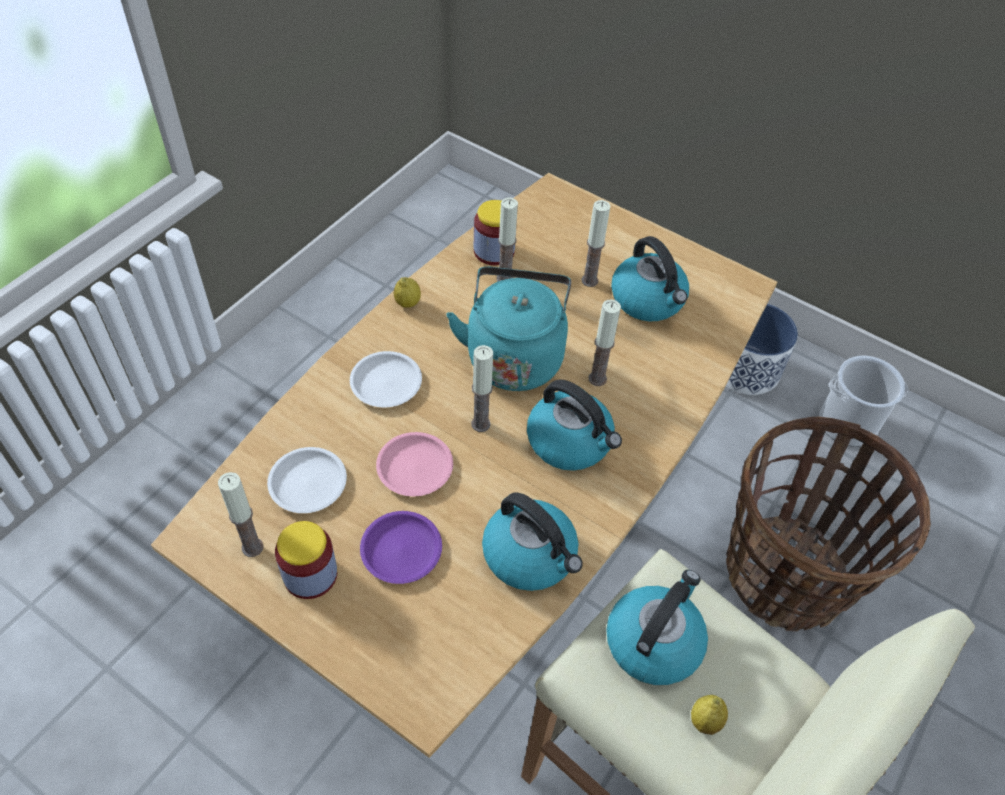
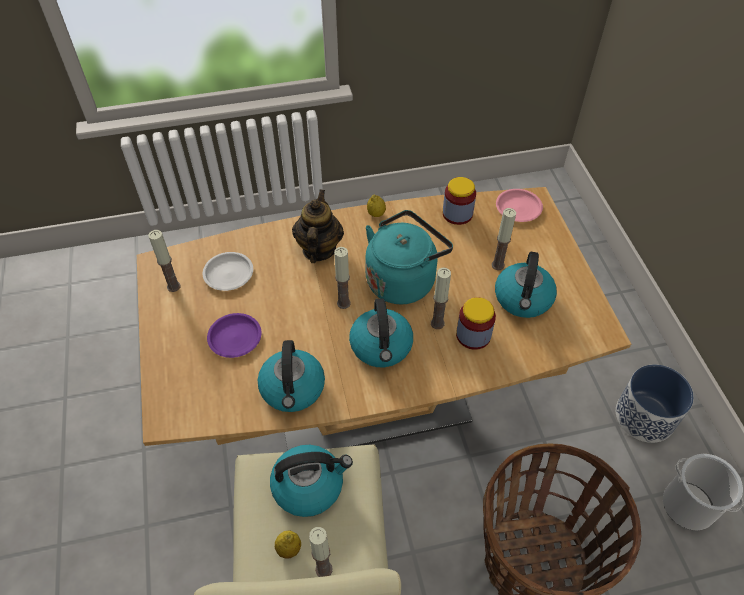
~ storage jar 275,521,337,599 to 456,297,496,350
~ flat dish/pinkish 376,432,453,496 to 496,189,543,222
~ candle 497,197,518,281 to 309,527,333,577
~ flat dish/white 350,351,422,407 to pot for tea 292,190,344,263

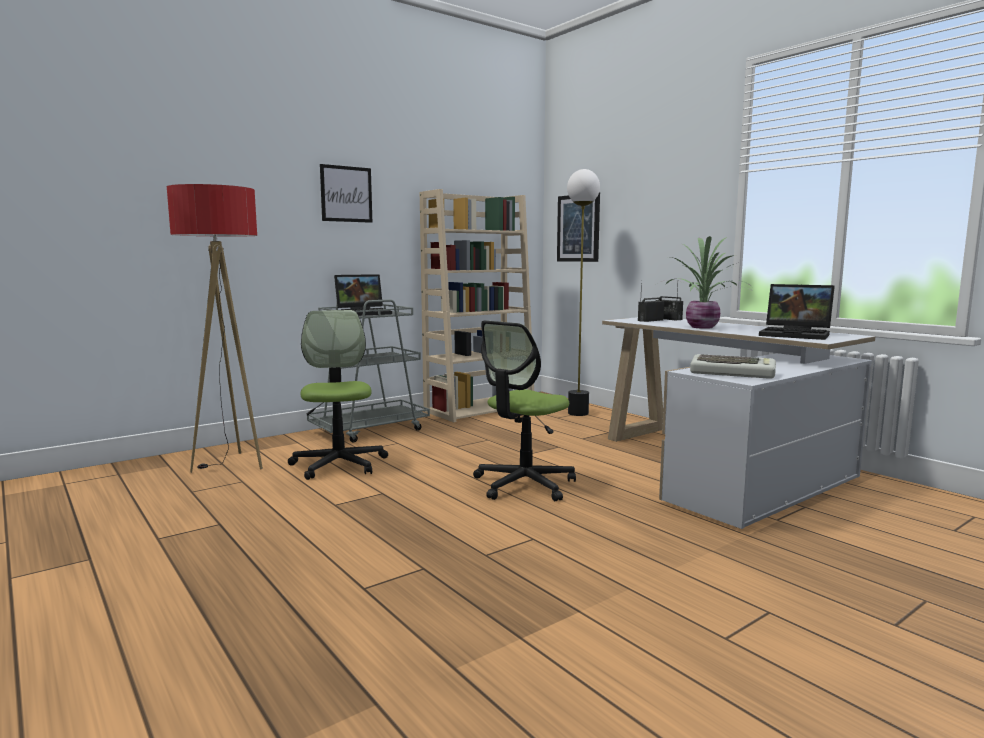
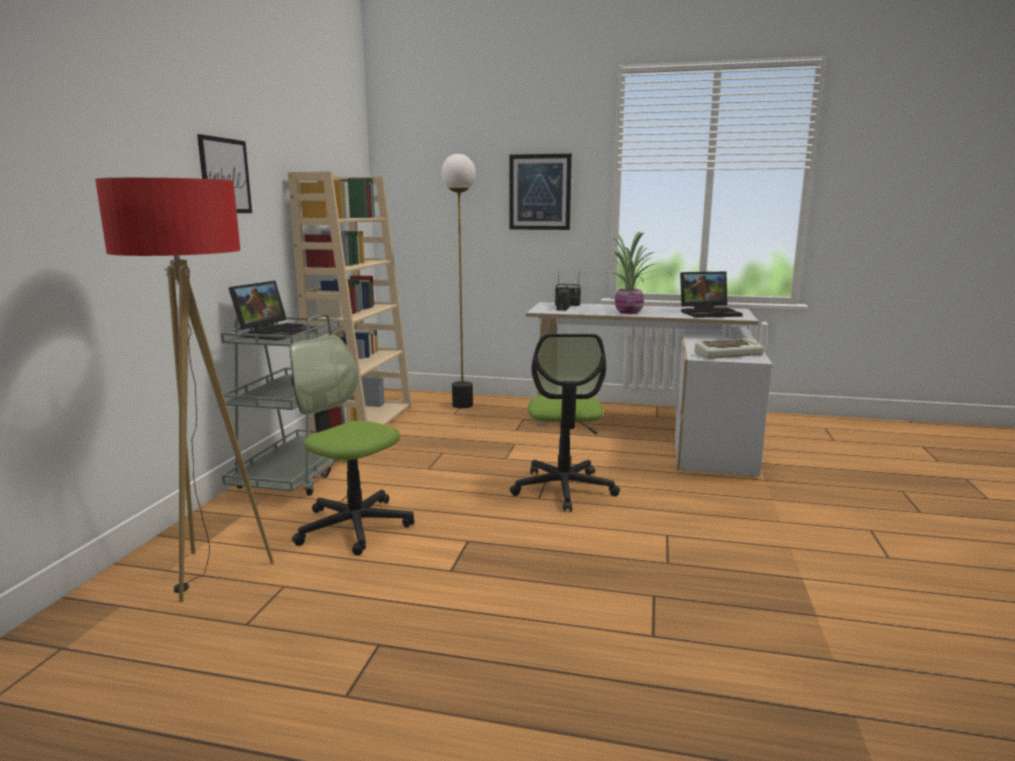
~ picture 557,192,600,262 to 509,154,572,230

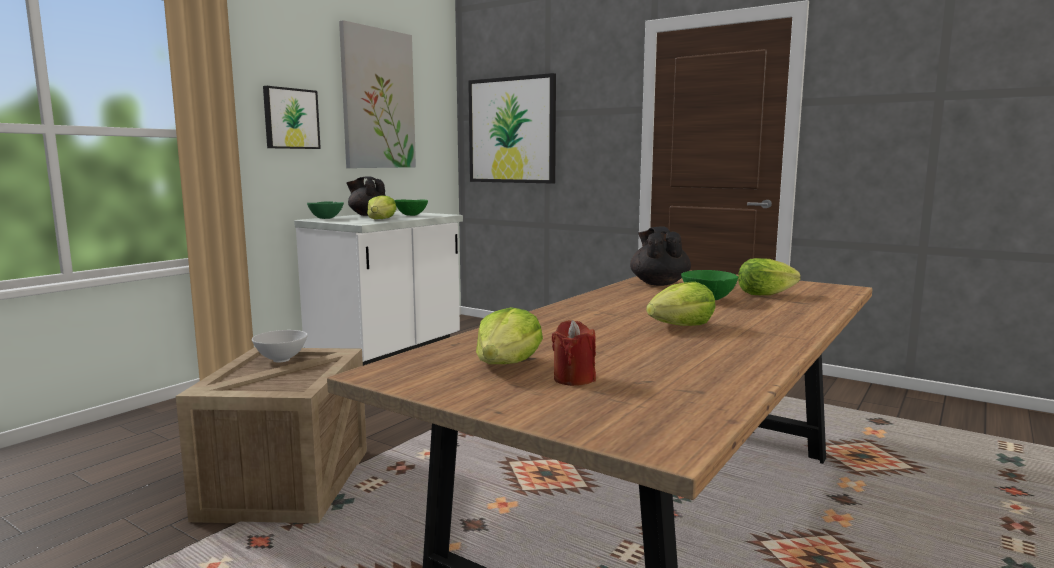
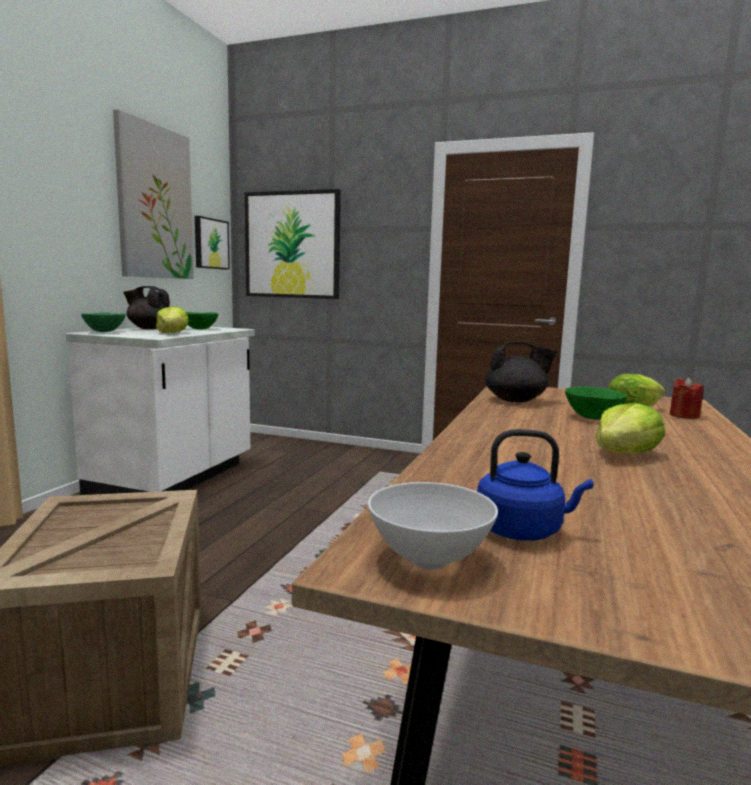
~ deep dish/white 252,330,308,362 to 368,482,498,569
~ picture 263,86,321,149 to 195,216,230,270
~ candle/red-coloured 552,320,596,386 to 670,377,704,419
~ lettuce 476,307,543,364 to tea kettle/blue 477,429,594,541
~ pot for tea/black 630,227,691,286 = 485,341,557,402 120 degrees clockwise

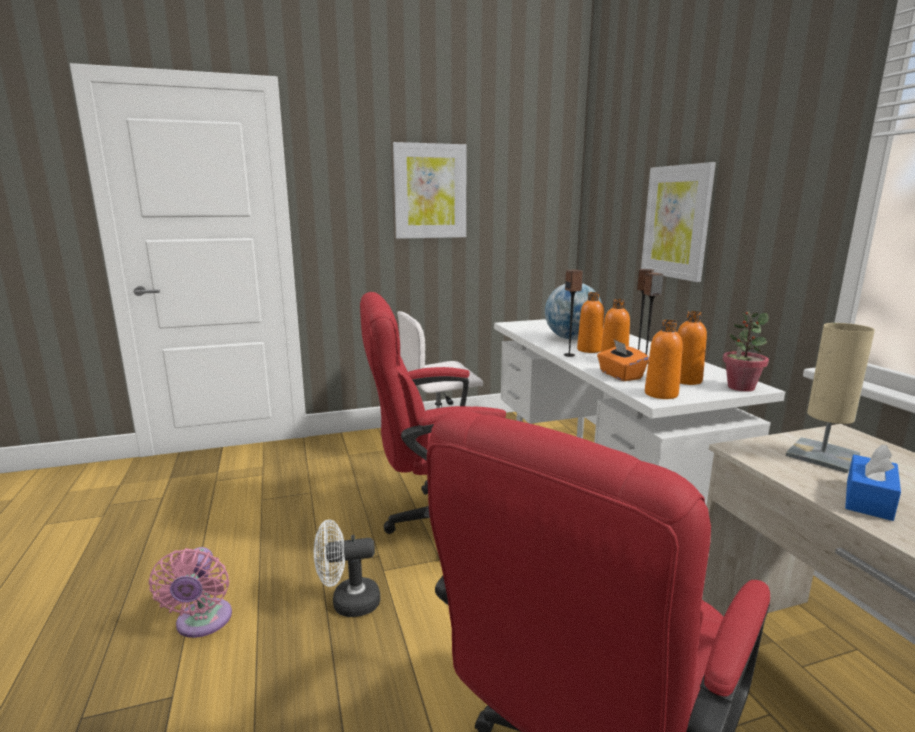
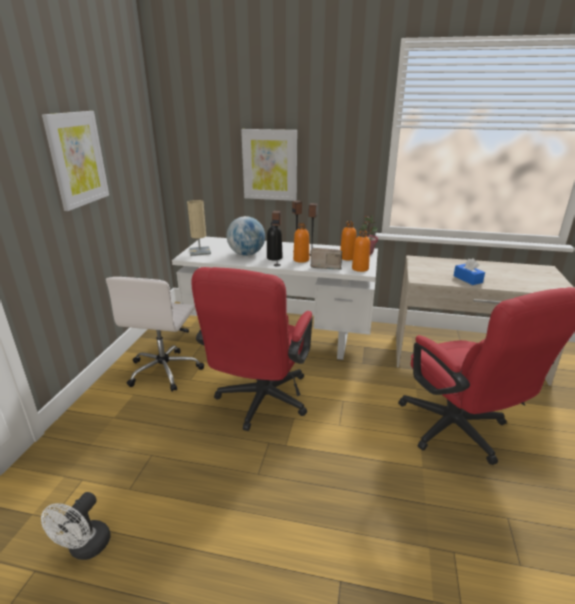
- cooling fan/pinkish 149,547,232,638
~ cooling fan/white 314,520,380,617 to 41,492,111,560
~ table lamp/beige-coloured 785,323,875,473 to 187,200,211,256
~ tissue box/orange-coloured 597,340,649,381 to radio set 310,248,342,270
~ bottle/orange-coloured 577,292,604,353 to bottle/black 267,222,283,261

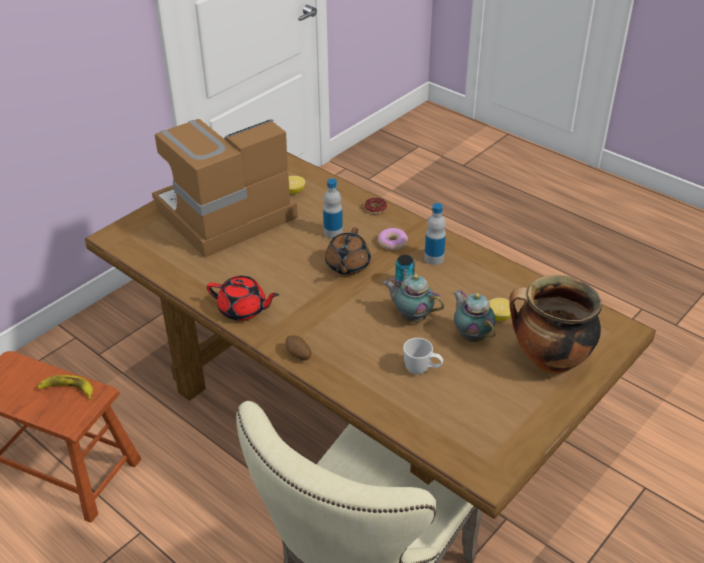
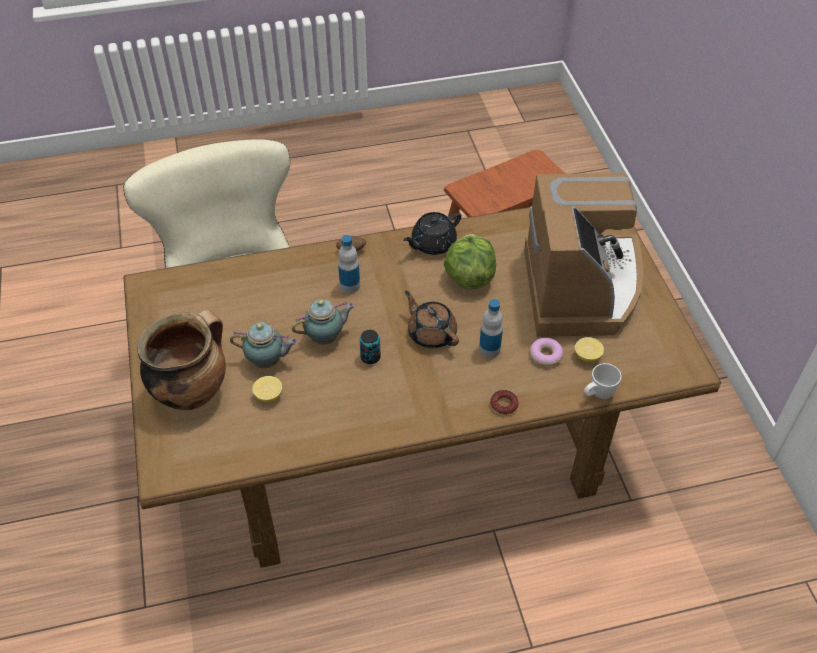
- banana 37,375,93,400
+ lettuce 444,234,496,289
~ ring doughnut 378,228,408,250 to 530,338,563,366
~ coffee mug/white 403,338,443,375 to 584,363,622,399
~ bottle 424,203,446,265 to 338,235,360,294
~ pot for tea/red-coloured 207,276,279,321 to pot for tea/black 403,212,461,255

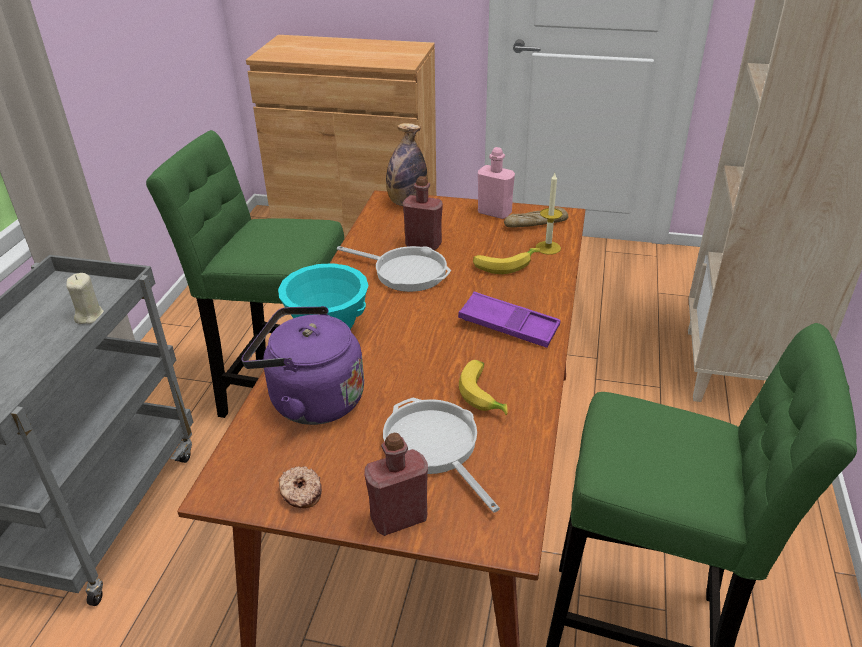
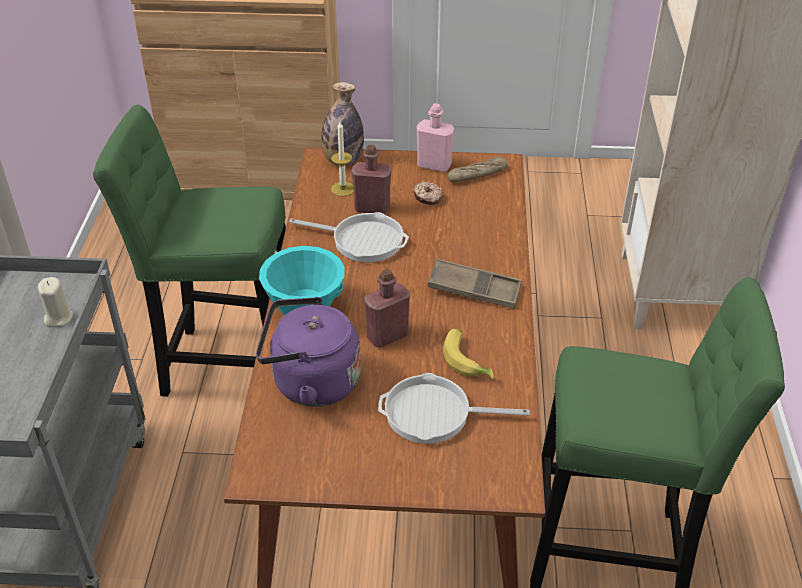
- banana 473,248,540,274
~ ring doughnut 279,466,322,508 to 413,182,443,205
~ bottle/red-coloured 364,433,428,536 to 364,269,410,348
~ candle 536,173,562,255 to 331,122,354,196
~ serving tray/purple 458,291,561,348 to serving tray/brownish 428,259,522,309
~ pan 383,398,500,512 = 378,373,530,444 45 degrees counterclockwise

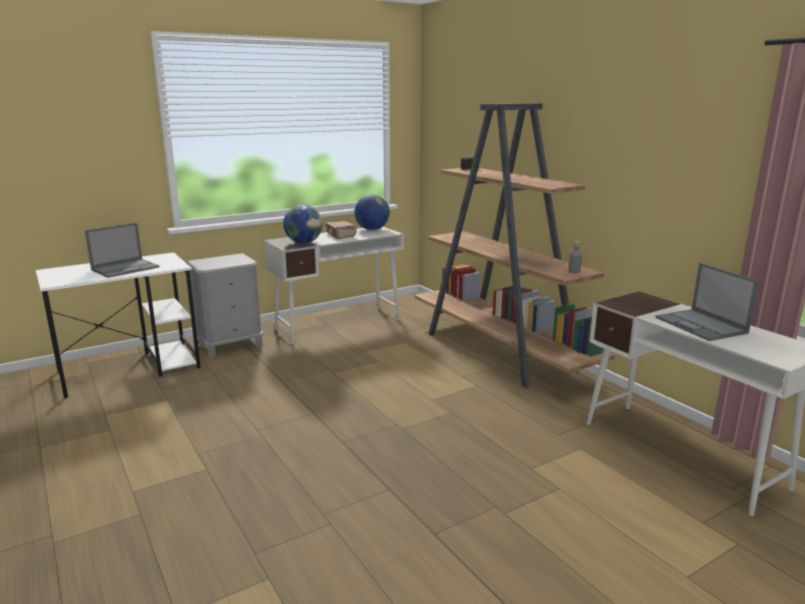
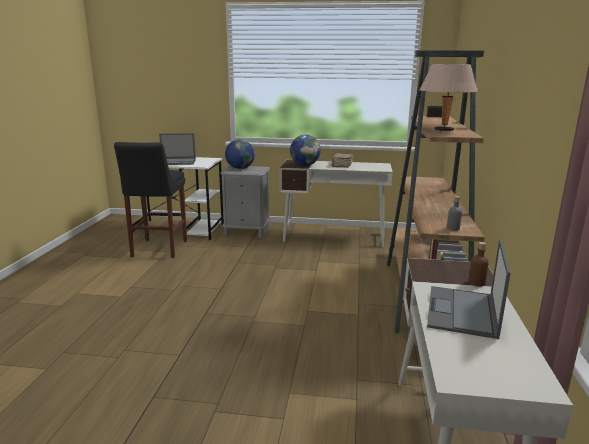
+ stool seat/black 114,142,187,258
+ table lamp/beige-coloured 419,64,478,131
+ bottle/brownish 468,242,489,287
~ desk globe 354,194,390,230 to 225,139,255,169

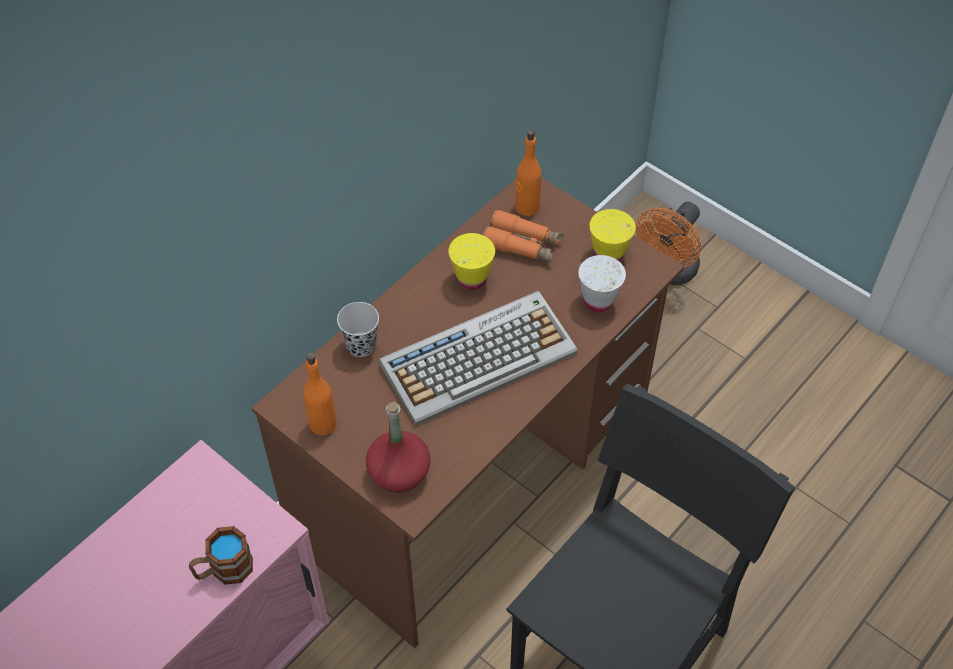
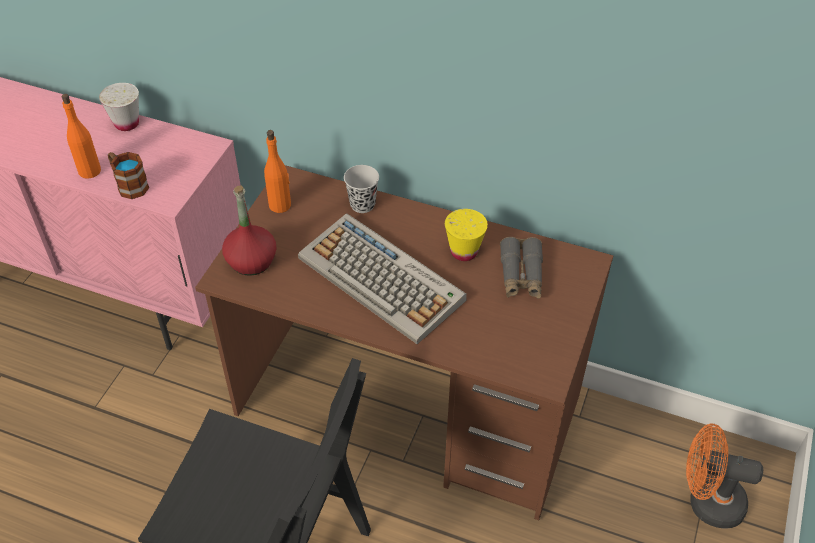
- cup/yellow 589,209,636,262
~ bottle/orange-coloured 515,130,541,216 to 62,94,101,179
~ cup/white 578,255,626,312 to 99,83,139,131
~ field glasses/orange-coloured 483,209,563,262 to field glasses/greyish 500,237,543,298

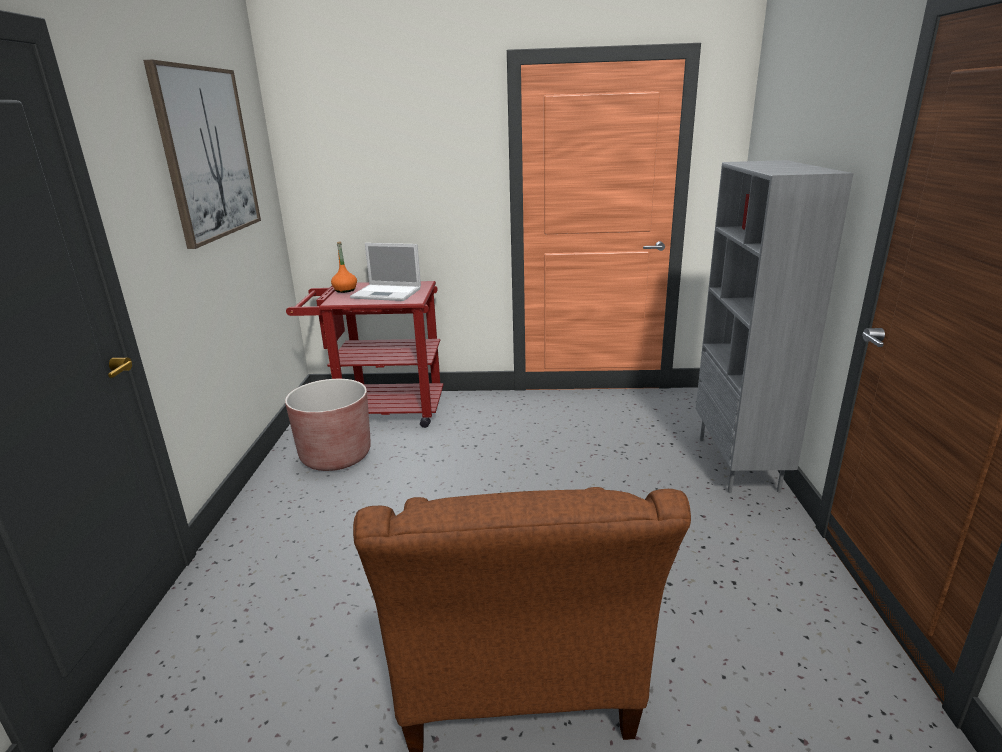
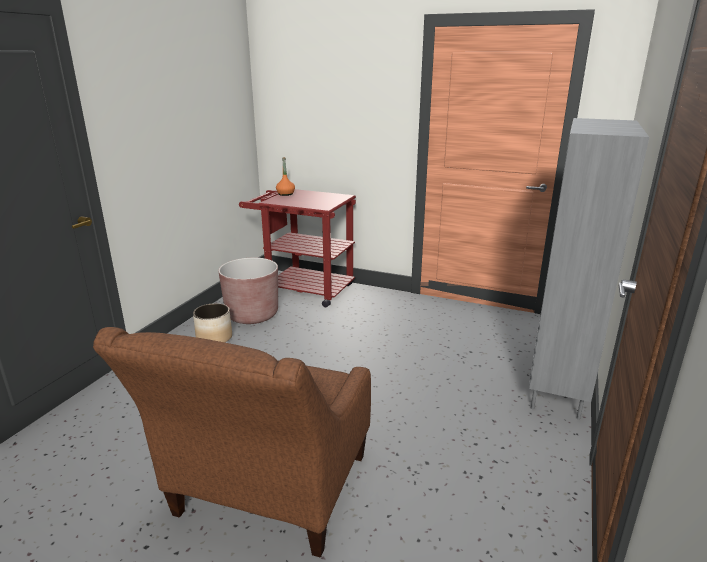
- picture 143,60,261,249
- notebook computer 350,243,421,301
+ plant pot 193,303,232,342

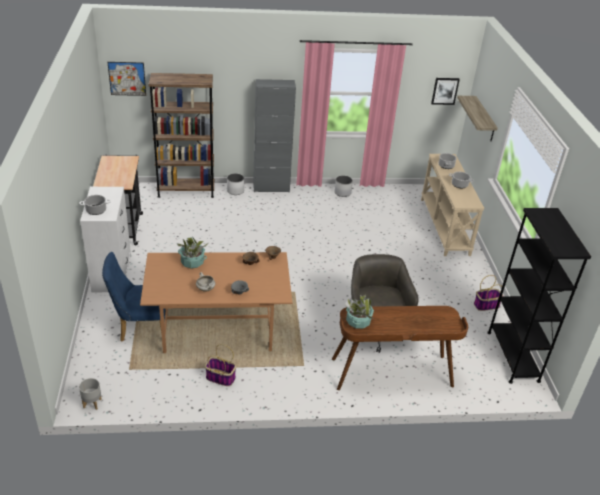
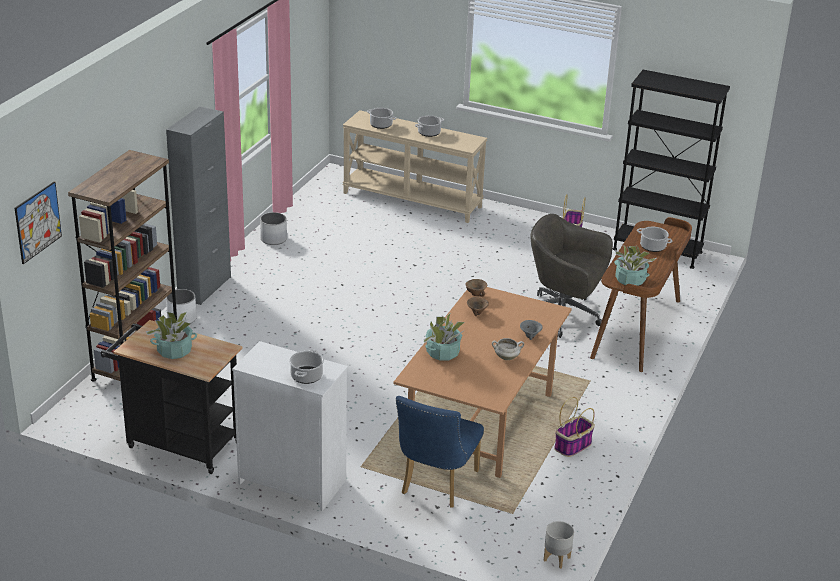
- picture 431,78,460,105
- wall shelf 457,96,498,141
+ houseplant 146,312,197,359
+ cooking pot 637,227,672,252

